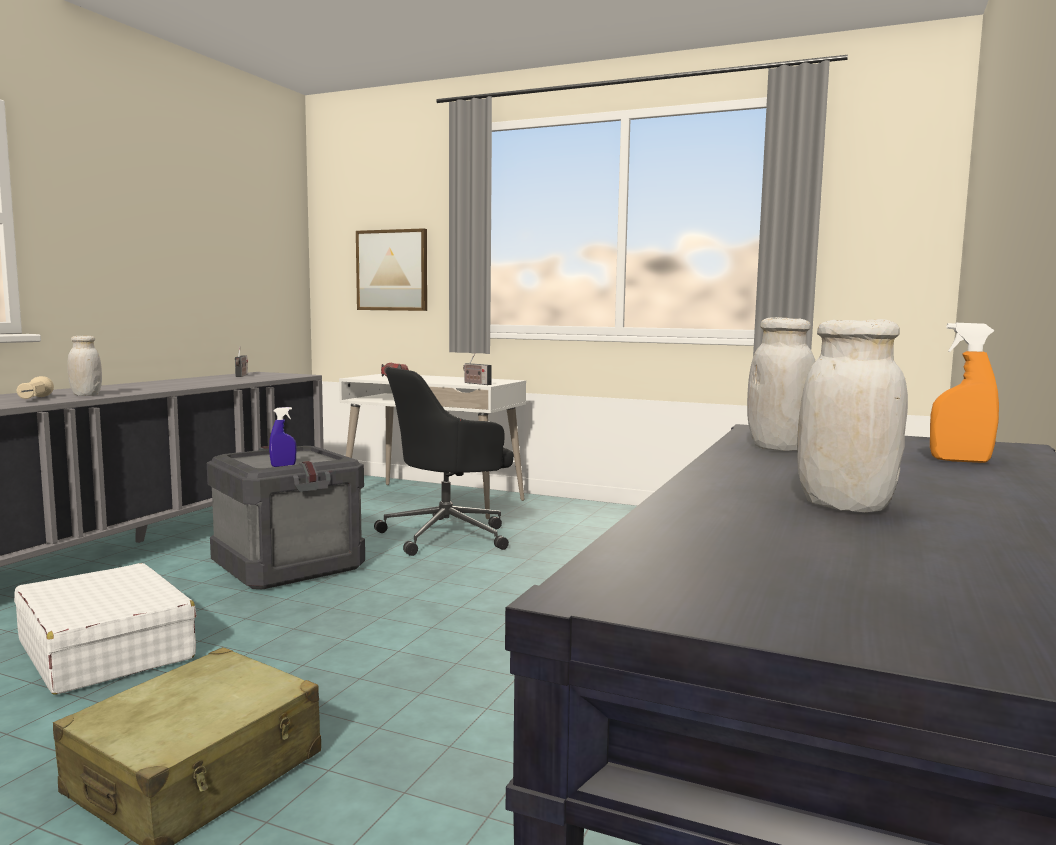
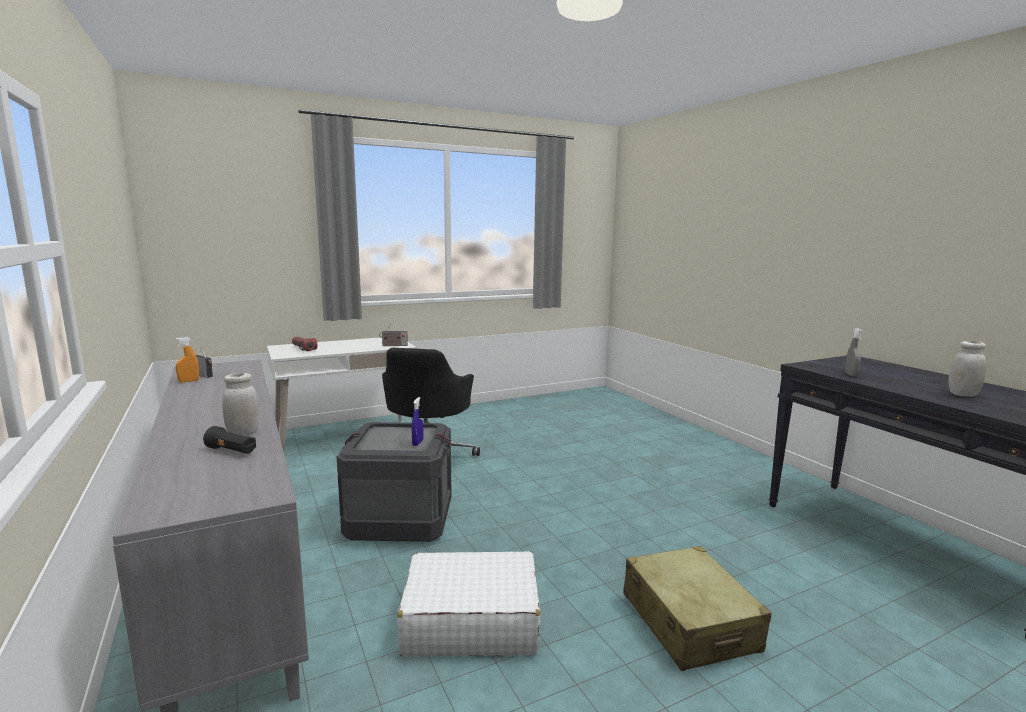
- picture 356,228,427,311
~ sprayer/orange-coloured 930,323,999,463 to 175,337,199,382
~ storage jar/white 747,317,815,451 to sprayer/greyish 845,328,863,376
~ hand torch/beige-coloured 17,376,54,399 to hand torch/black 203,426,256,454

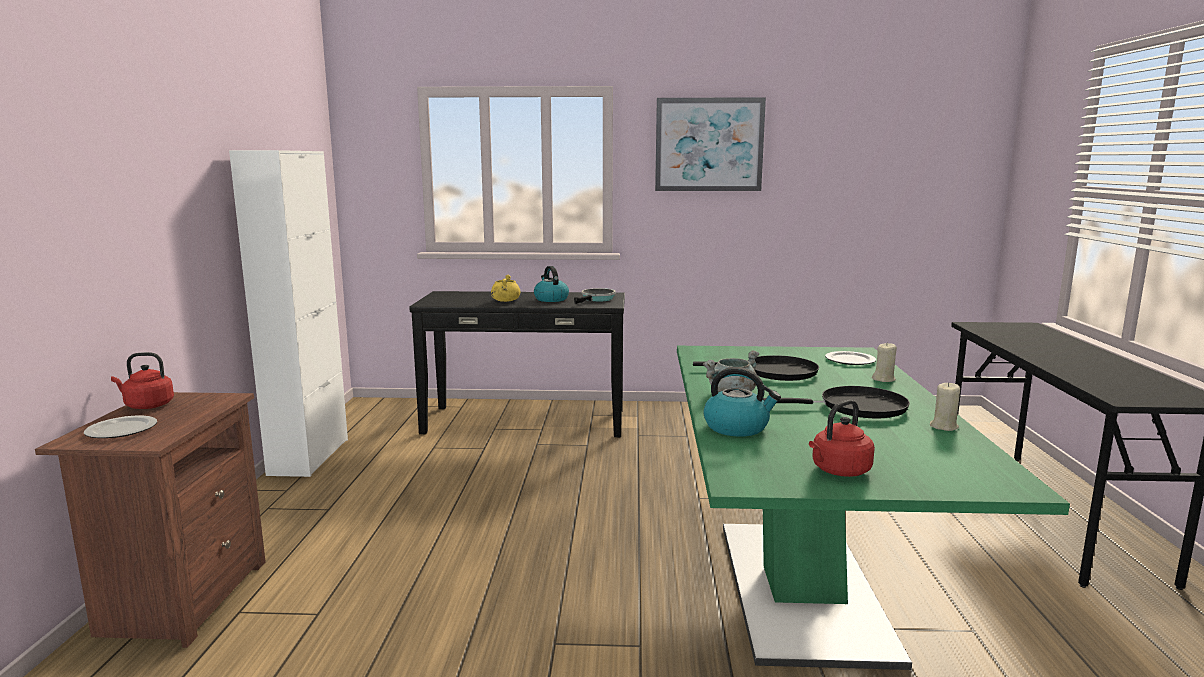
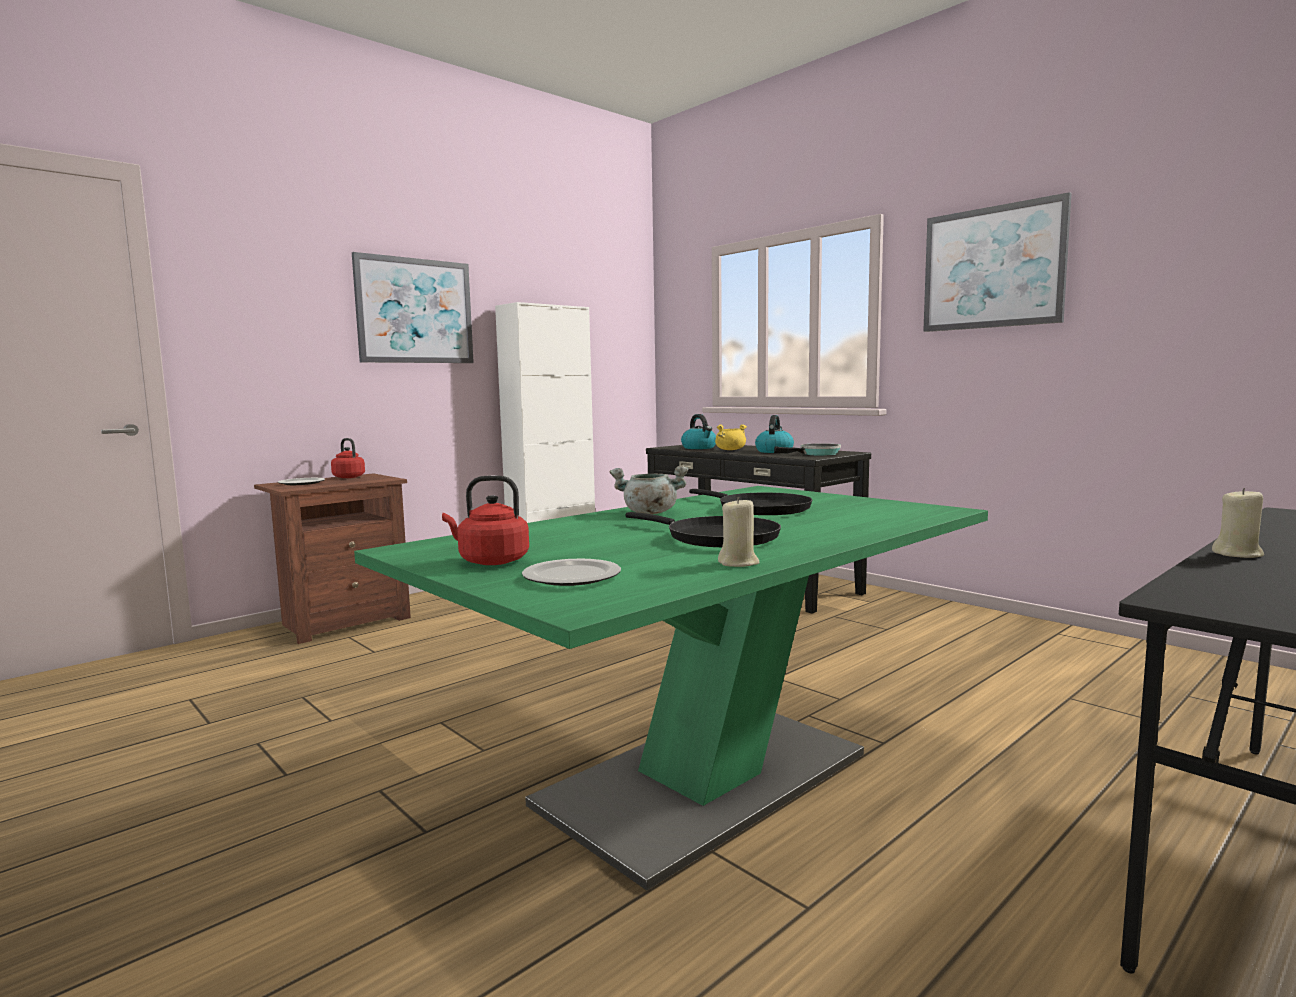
+ picture 352,252,474,363
~ tea kettle 703,367,781,437 to 681,414,716,449
~ flat dish 825,351,876,365 to 522,559,621,586
~ candle/beige-coloured 872,342,897,382 to 1212,488,1264,558

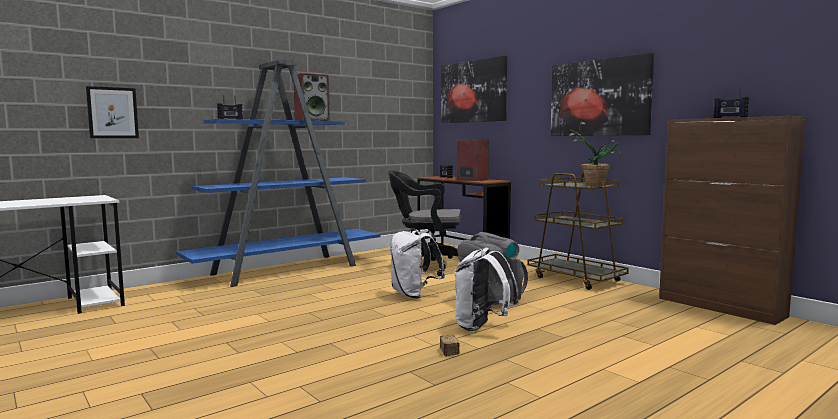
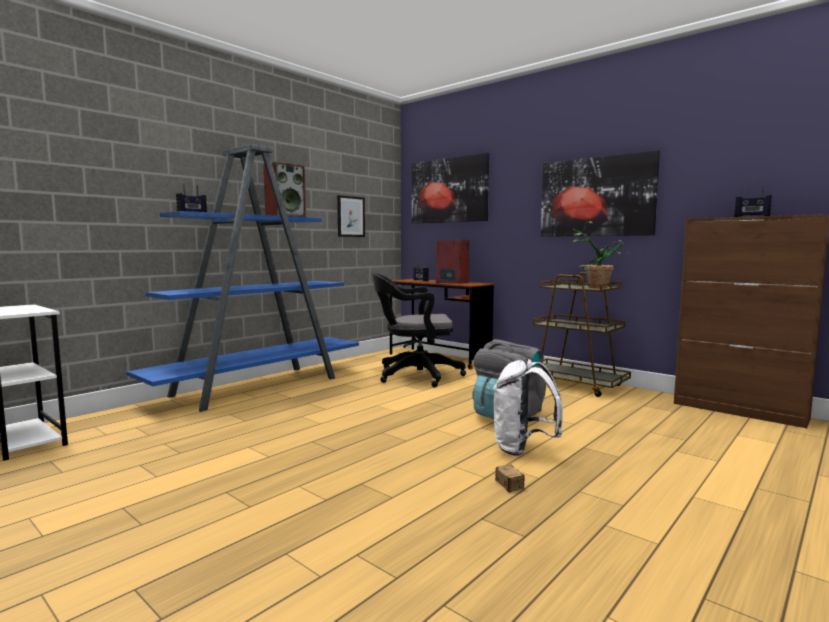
- knapsack/white 390,229,445,298
~ picture 86,86,139,138 to 337,195,365,237

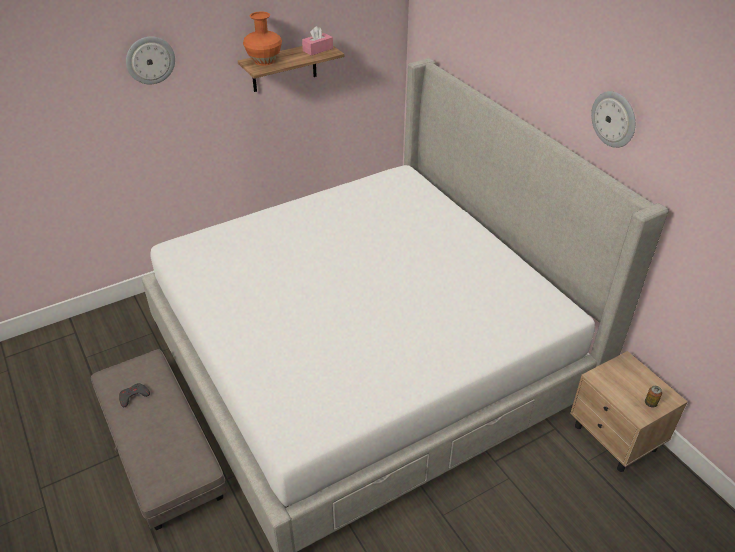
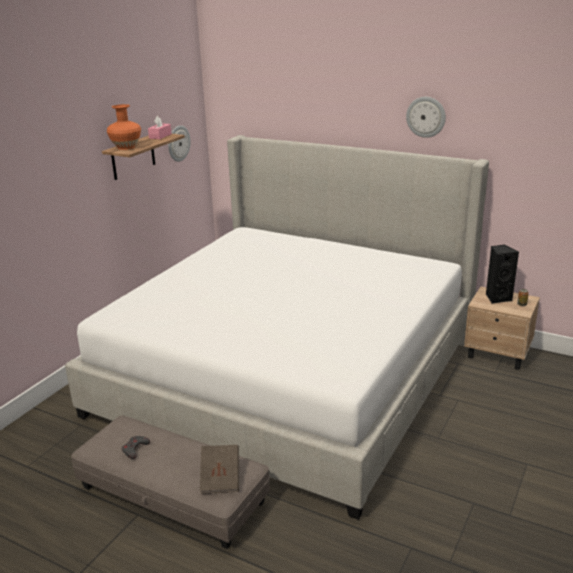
+ book/brownish 200,445,239,494
+ loudspeaker/black 486,245,519,304
~ hanging clock 126,36,175,85 to 168,125,191,162

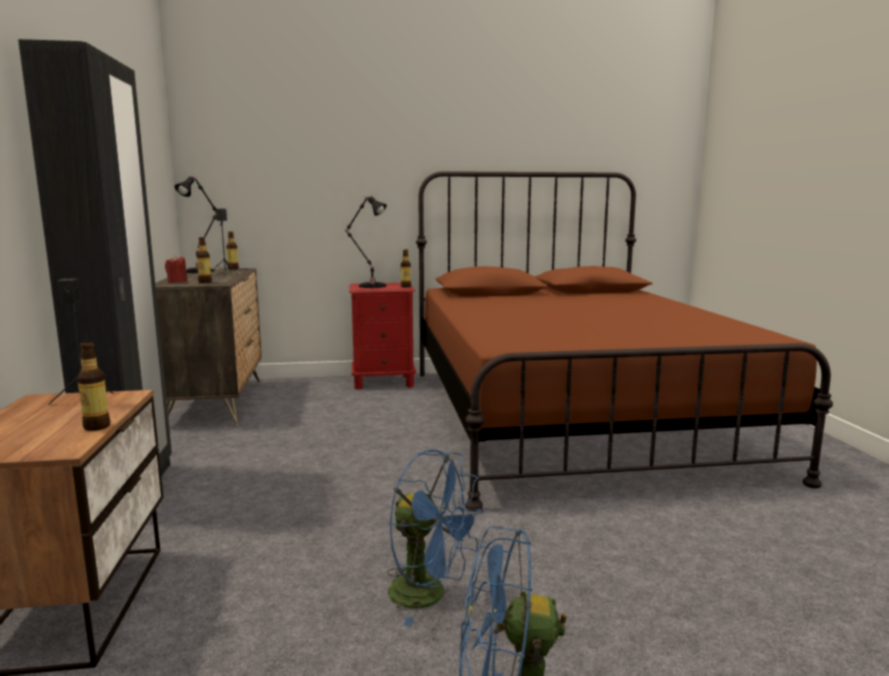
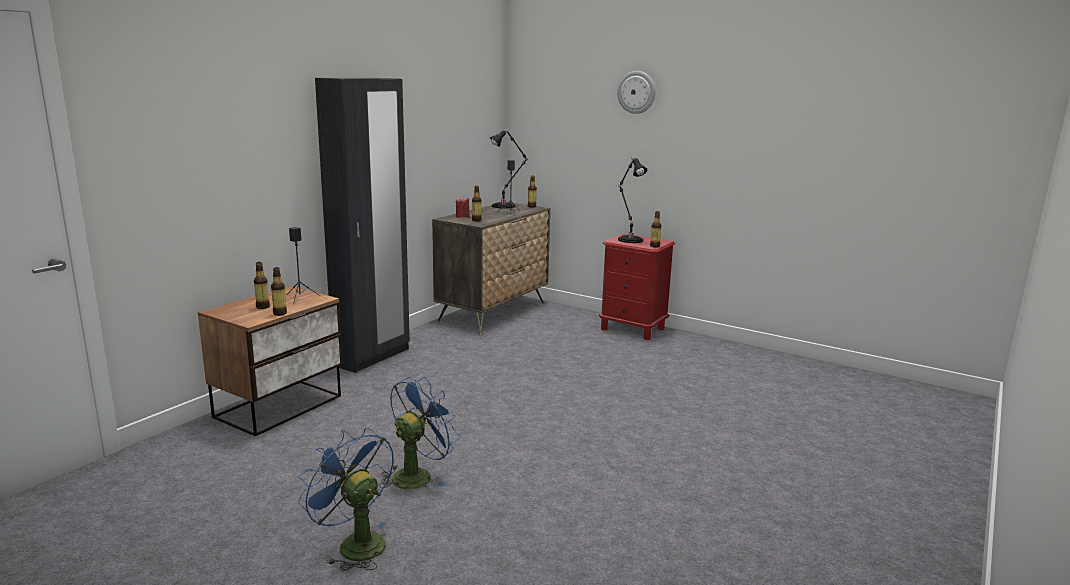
- sleeping bed/brownish 416,171,833,511
+ bottle 254,262,270,309
+ hanging clock 617,71,656,114
~ cooling fan/blue 387,449,483,626 = 379,377,461,489 120 degrees counterclockwise

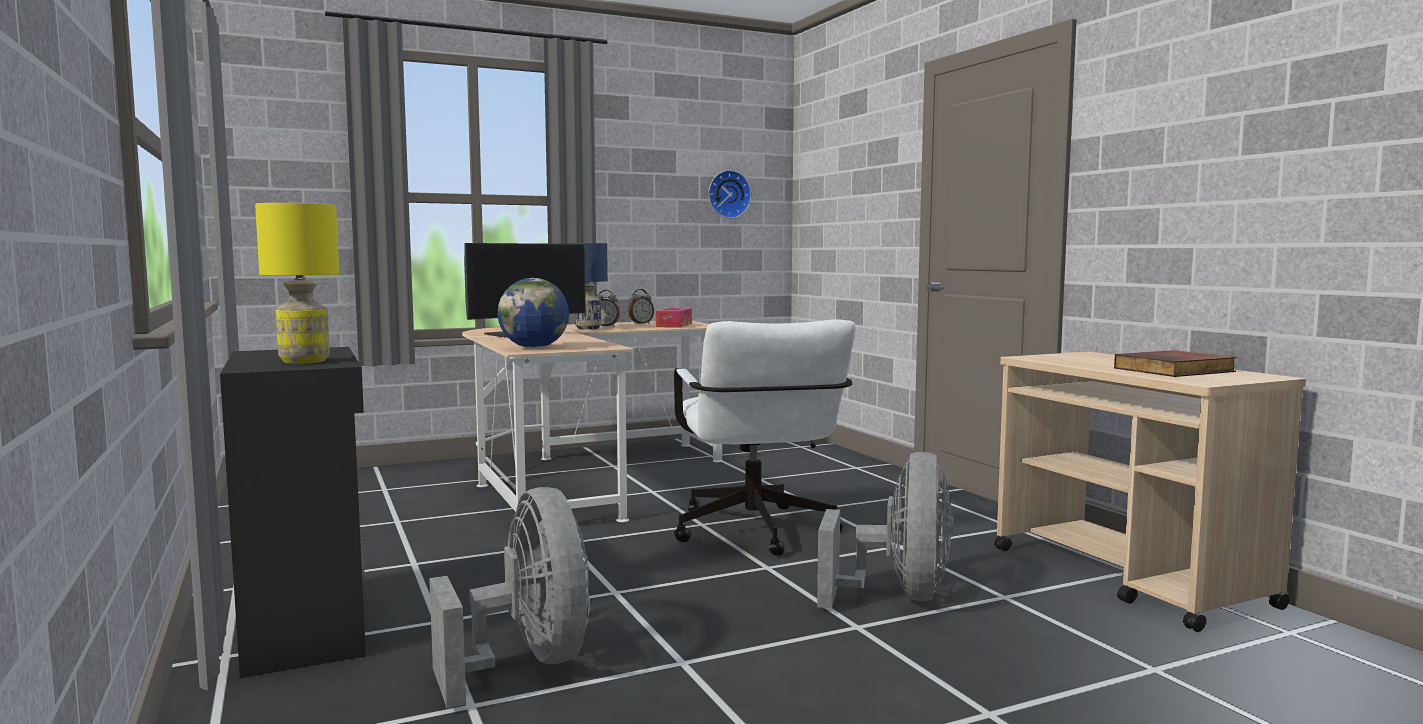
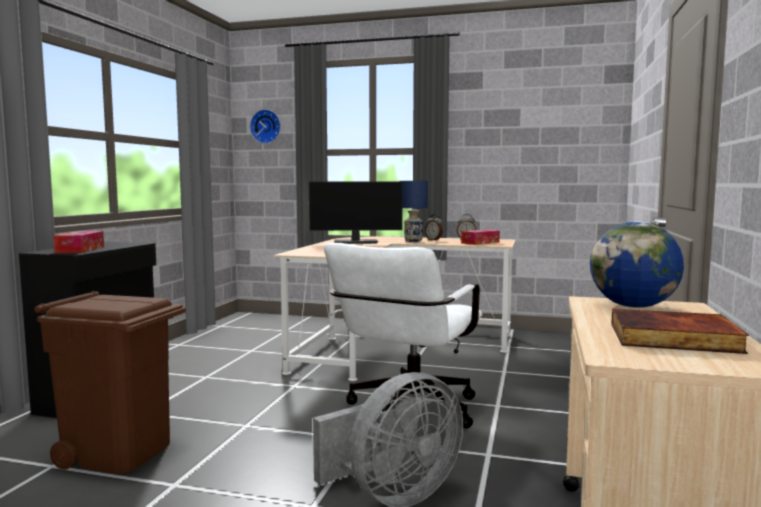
~ desk globe 497,278,569,348 to 590,221,684,308
~ hanging clock 708,170,752,219 to 250,109,281,144
~ table lamp/yellow 255,203,339,364 to tissue box 53,231,104,253
~ cooling fan/greyish 429,487,590,708 to rubbish bin/brownish 34,291,186,474

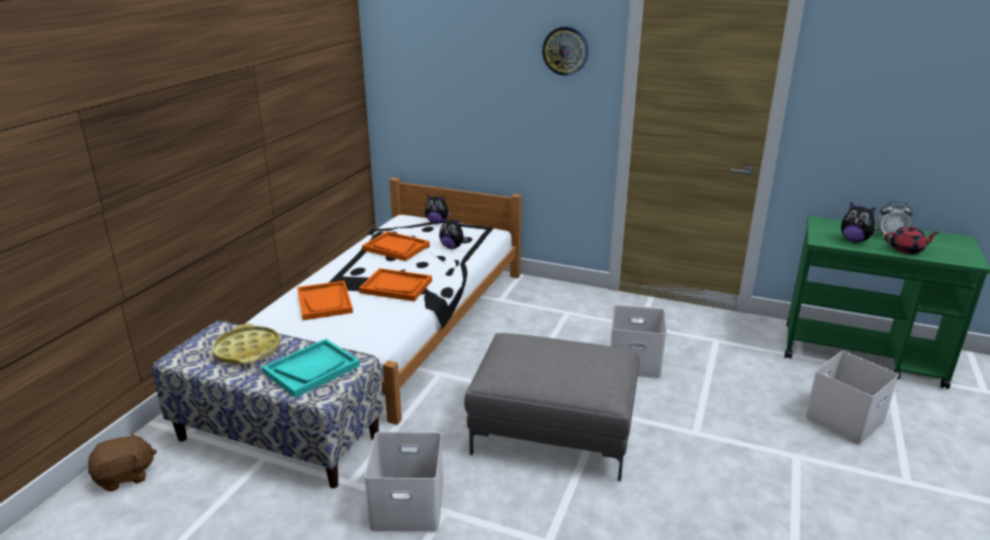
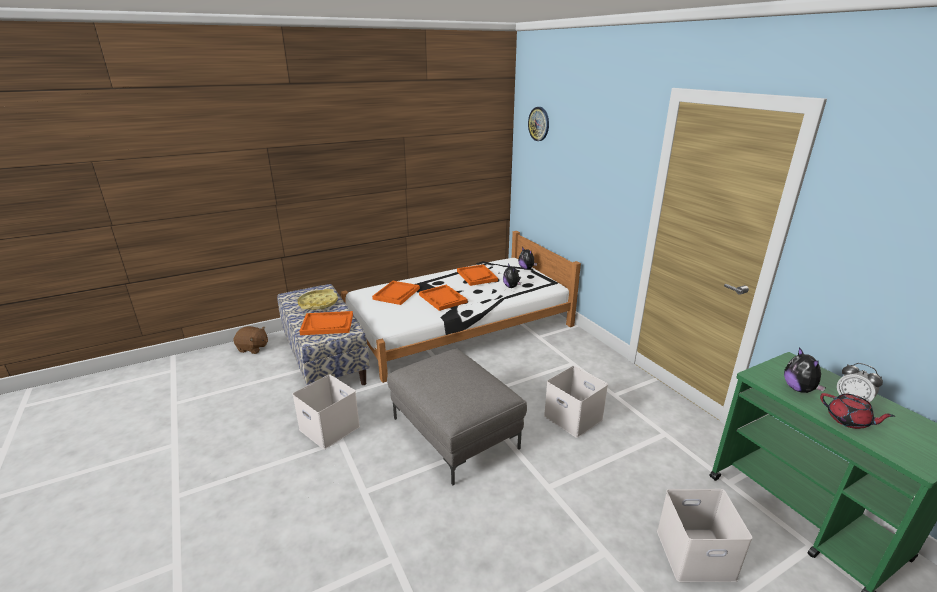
~ hanging clock 542,27,588,76 to 528,107,549,141
~ serving tray/blue-green 262,339,360,398 to serving tray/orange-coloured 299,311,353,335

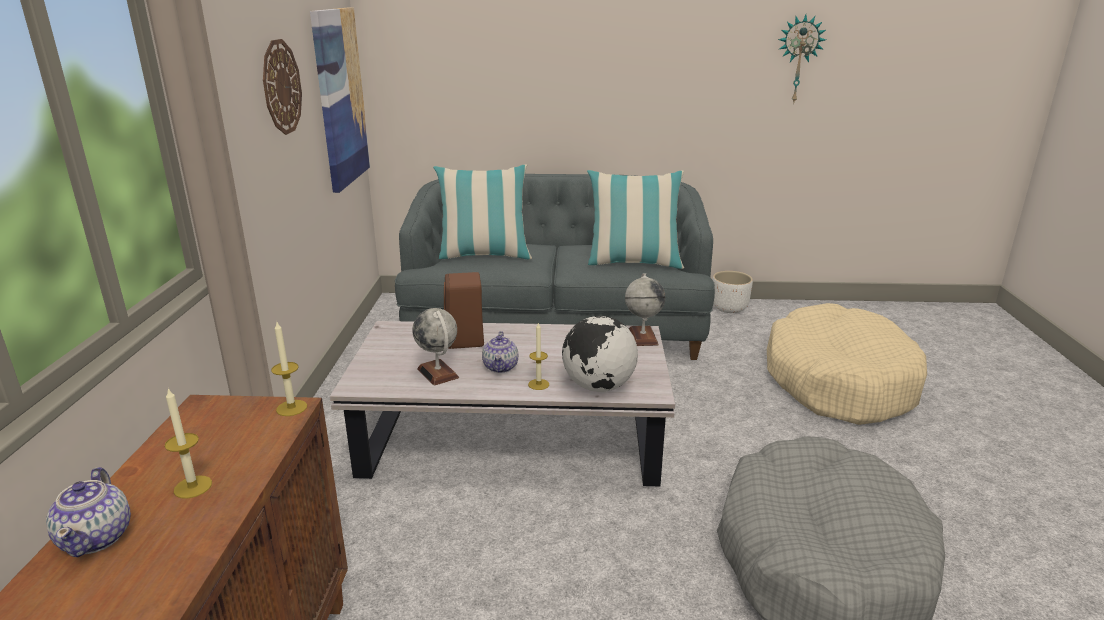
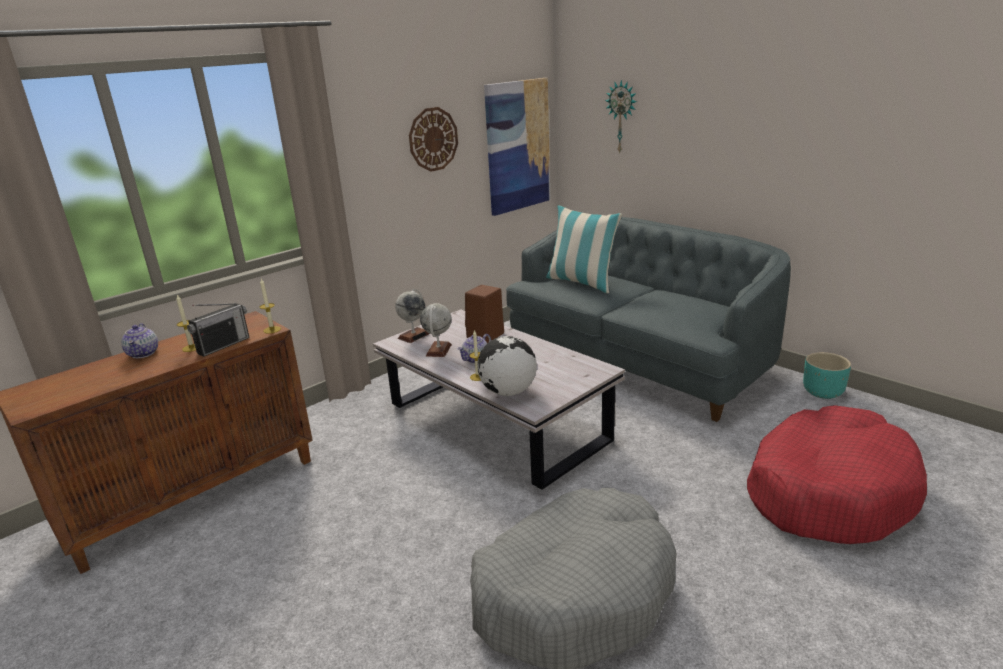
- cushion 587,170,684,269
+ radio set 187,303,250,357
~ desk globe 625,274,665,346 to 395,289,430,343
~ hanging clock 778,15,826,104 to 605,80,637,154
~ plant pot/white 713,271,753,313 to plant pot/blue-green 803,352,851,399
~ dog bed/beige-coloured 767,303,927,425 to dog bed/red-coloured 747,405,927,544
~ pot for tea 46,467,131,557 = 121,323,158,358 45 degrees counterclockwise

